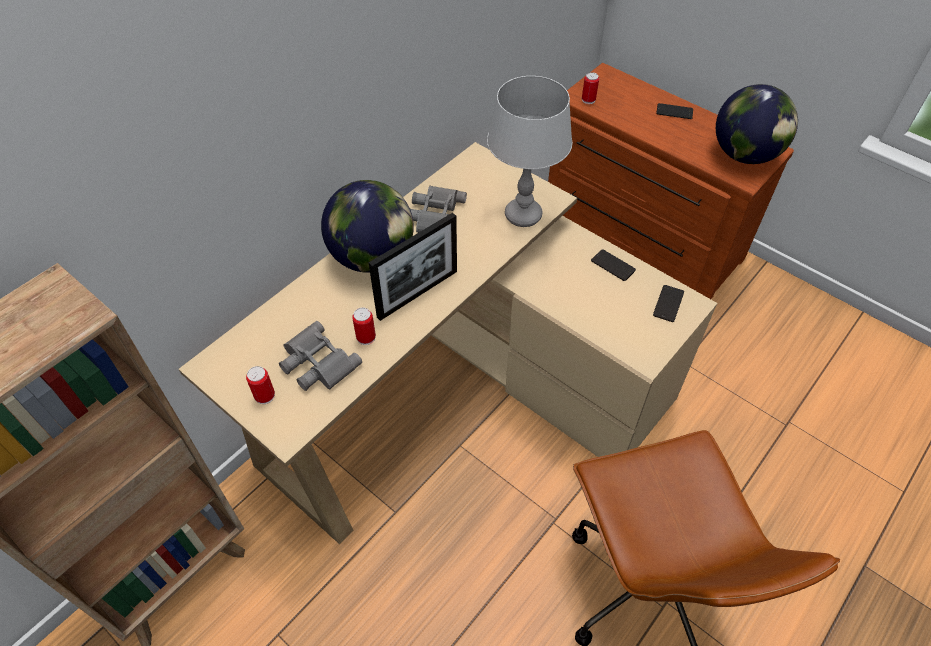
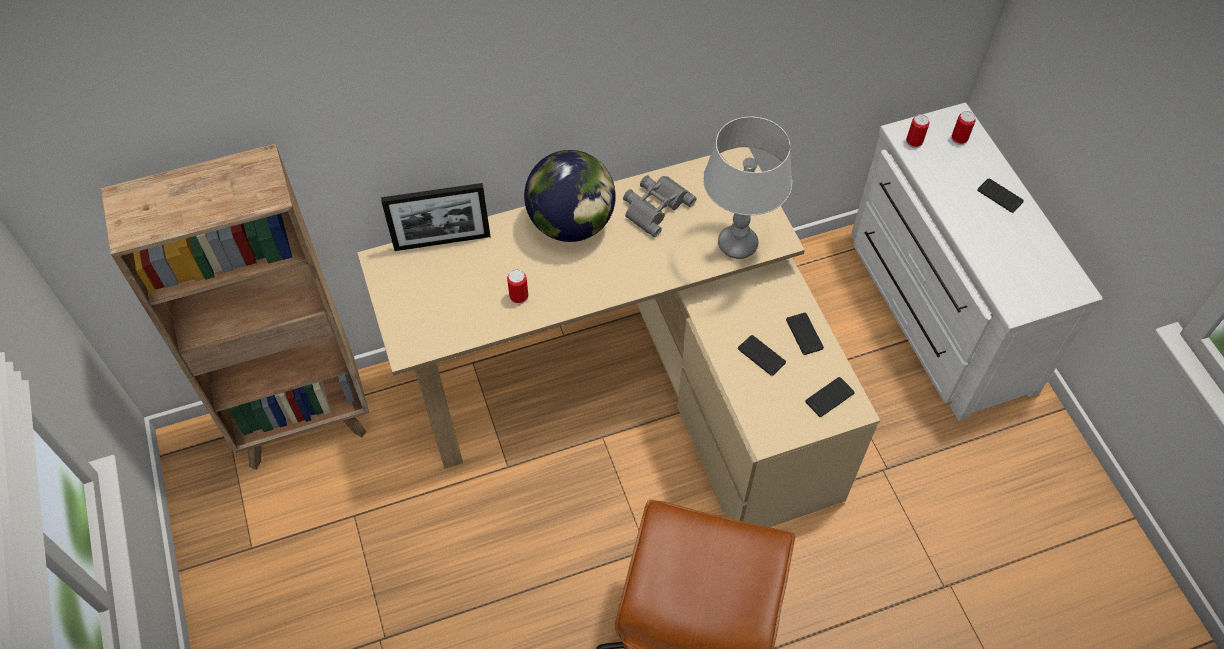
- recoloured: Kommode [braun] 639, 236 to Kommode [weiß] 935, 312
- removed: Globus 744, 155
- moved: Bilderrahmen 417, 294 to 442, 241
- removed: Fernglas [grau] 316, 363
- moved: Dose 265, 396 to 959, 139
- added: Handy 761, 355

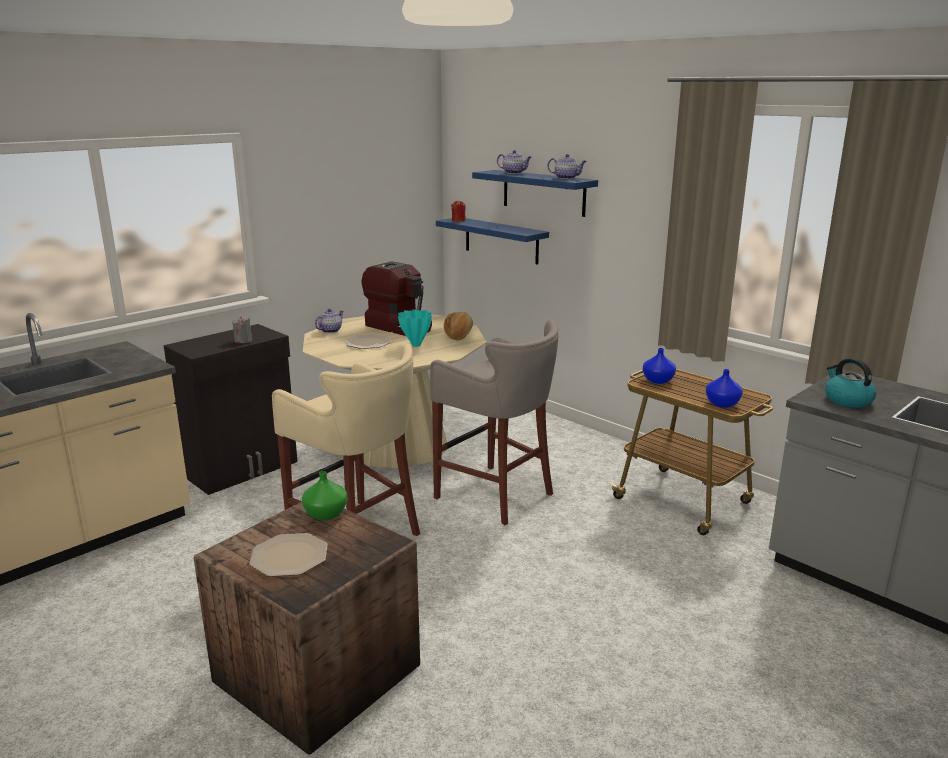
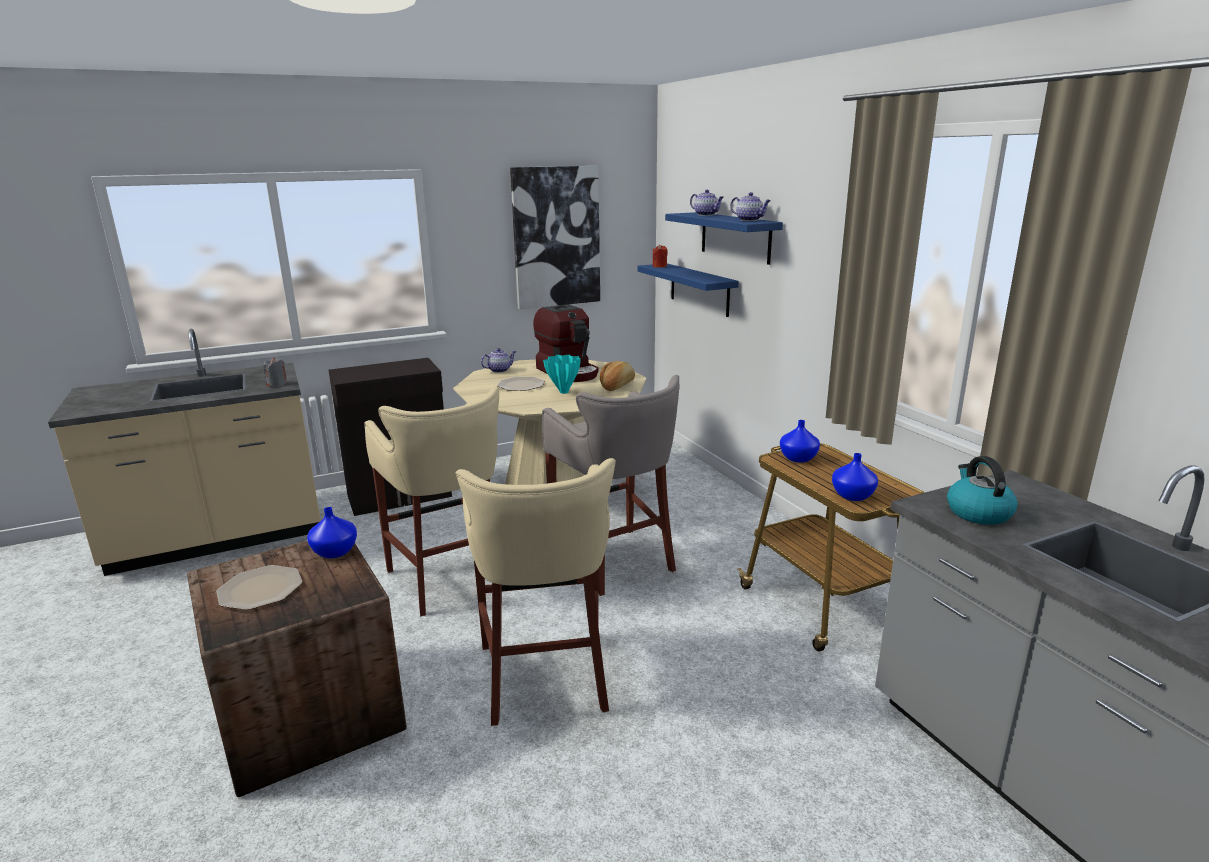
- moved: Kerze [grau] 243, 341 to 277, 384
- recoloured: Vase [grün] 325, 513 to Vase [blau] 335, 551
- added: Bild 556, 237
- added: Hocker [beige] 545, 678

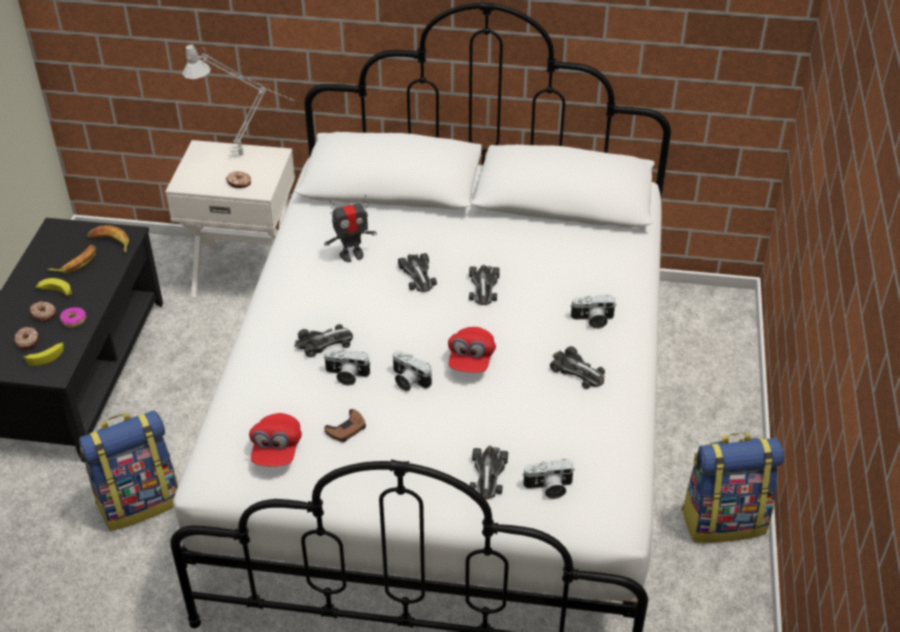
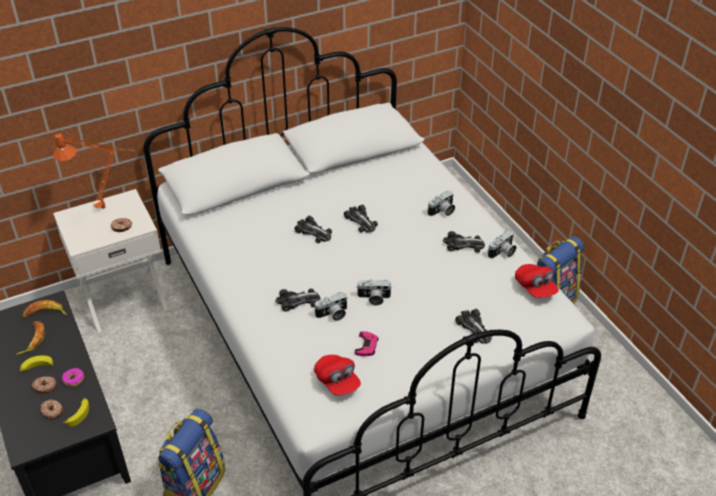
- recoloured: Tischlampe [grau] 248, 155 to Tischlampe [orange] 108, 206
- removed: Spielzeugroboter 352, 255
- turned: Spielzeugauto 324, 343 = 298, 301 45 degrees clockwise
- moved: Kappe [rot] 471, 360 to 535, 288
- recoloured: Gamepad [braun] 346, 429 to Gamepad [rosa] 366, 346
- moved: Kamera 548, 488 to 502, 252

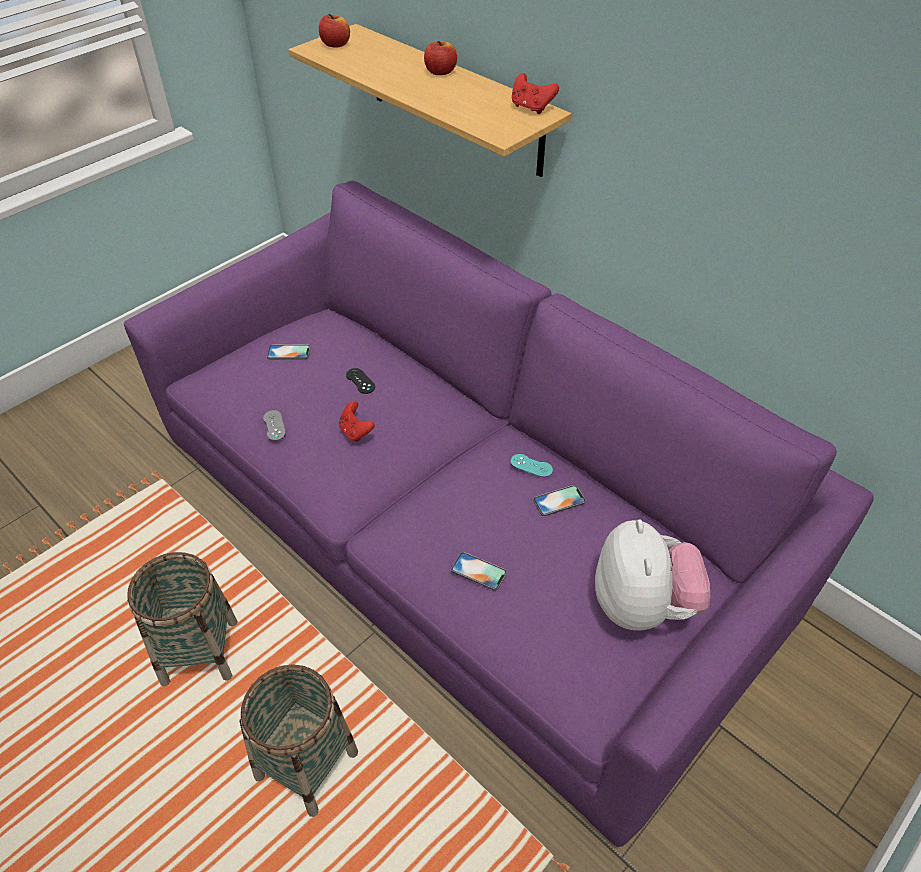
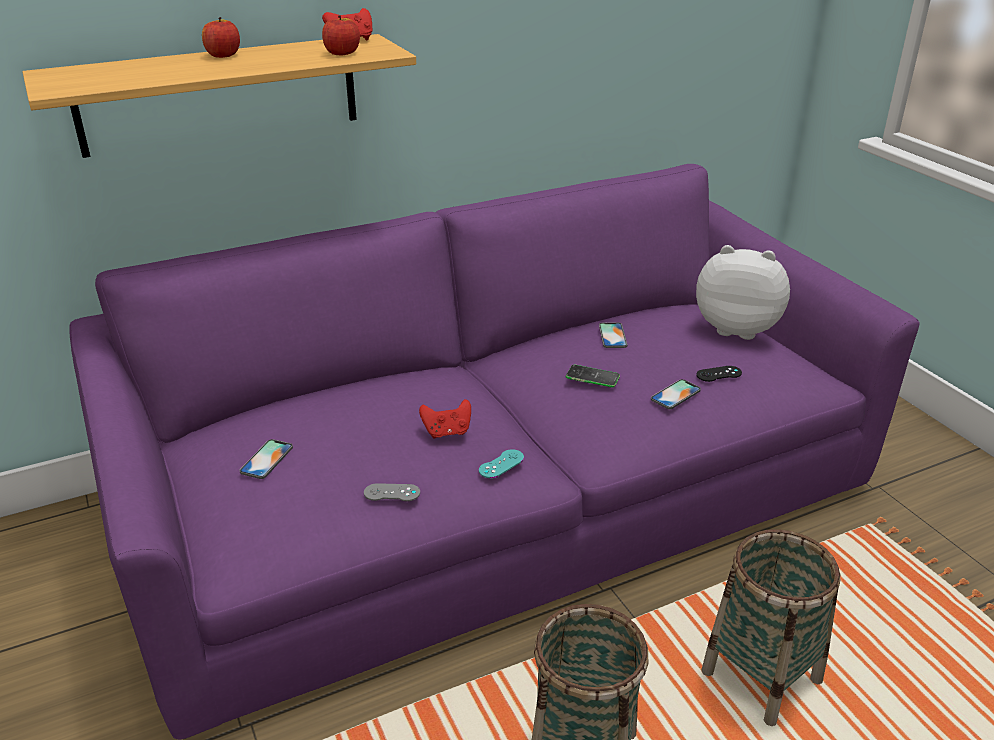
- moved: Apfel 336, 44 to 342, 53
- moved: Gamepad [schwarz] 360, 381 to 719, 374
- moved: Gamepad [türkis] 531, 466 to 501, 464
- added: Handy 592, 377

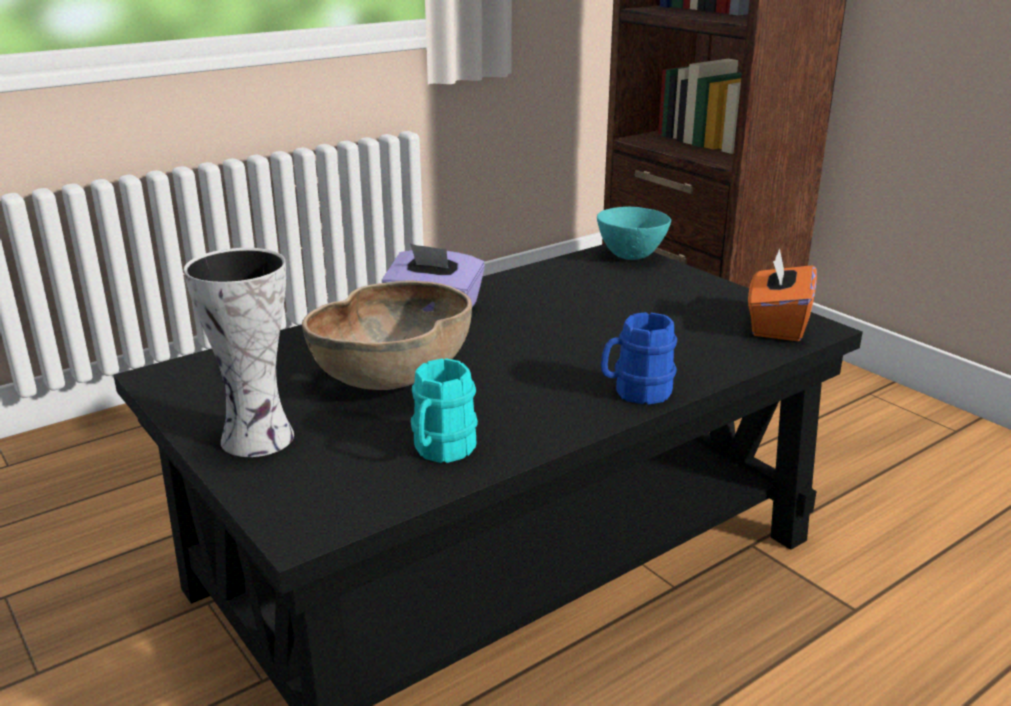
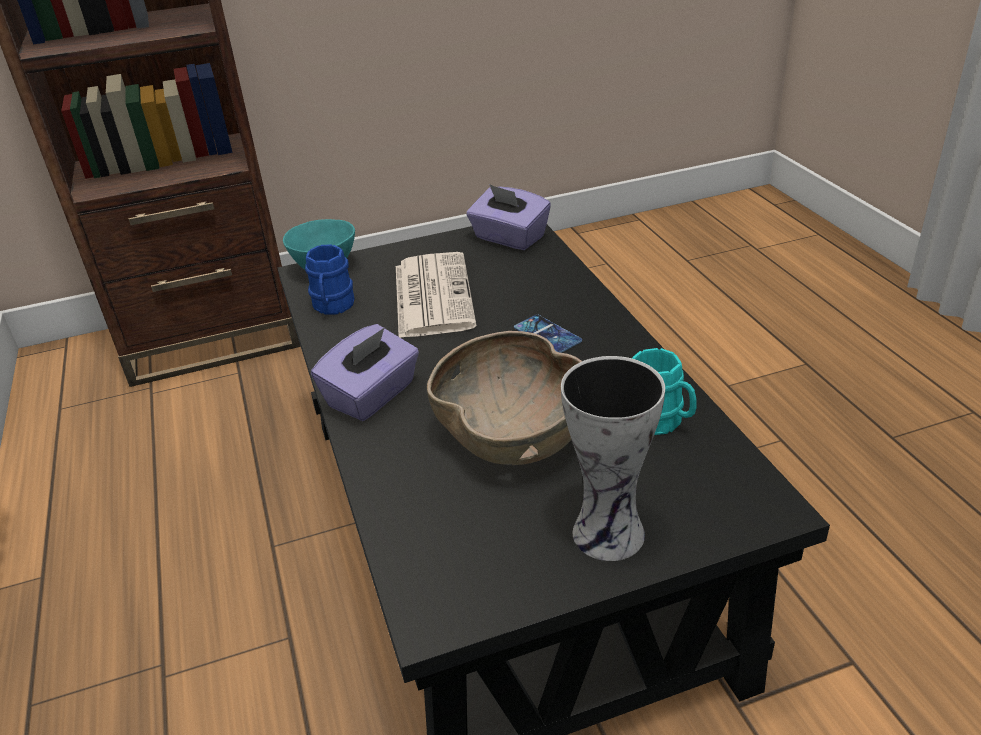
- recoloured: Taschentuchbox [orange] 777, 325 to Taschentuchbox [lila] 509, 238
- moved: Henkelbecher [blau] 635, 392 to 332, 307
- added: Zeitung 432, 295
- added: Handy 547, 334

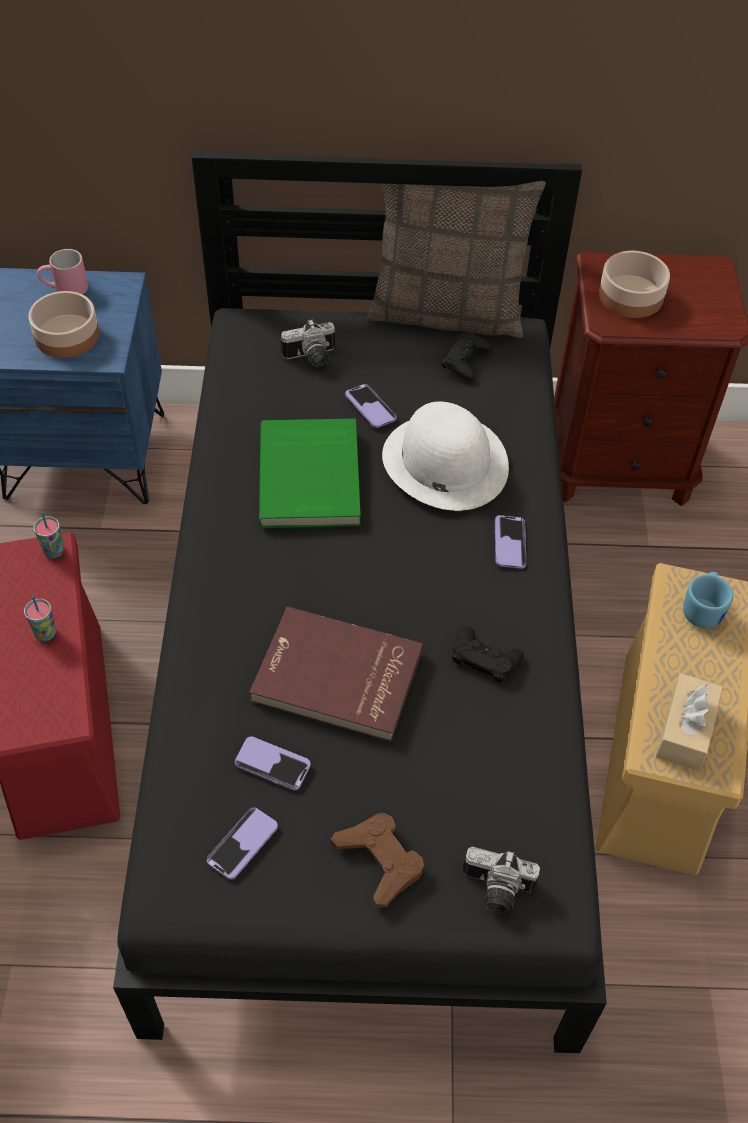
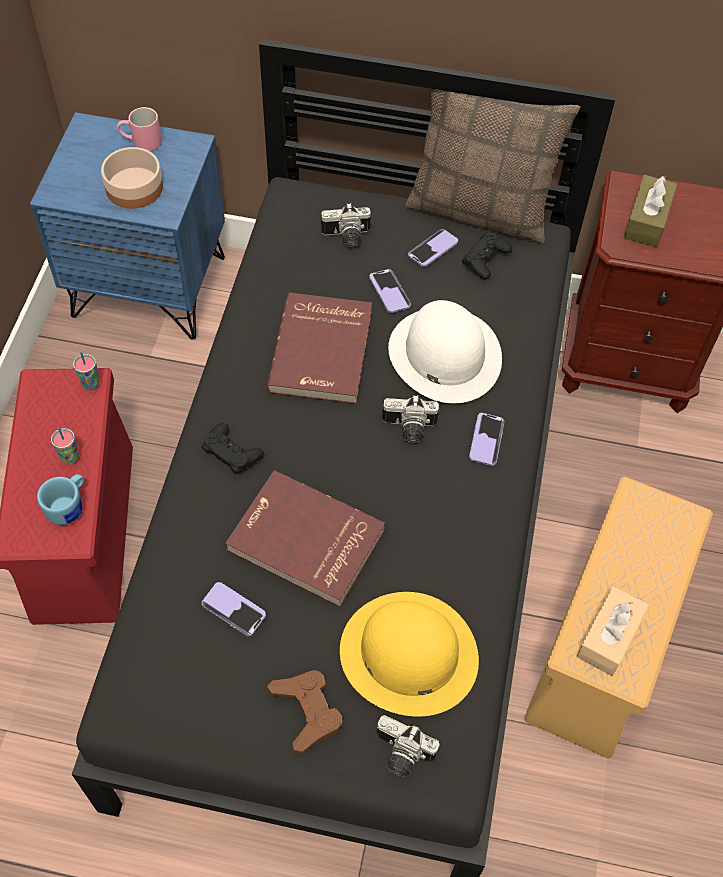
- replaced: Schüssel 630, 295 to Taschentuchbox [braun] 647, 220
- recoloured: Buch [grün] 312, 477 to Buch [rot] 323, 351
- moved: Henkelbecher [blau] 703, 609 to 69, 507
- moved: Gamepad [schwarz] 485, 658 to 232, 452
- moved: Handy 242, 844 to 433, 249
- added: Kamera 409, 429
- added: Hut [gelb] 408, 654

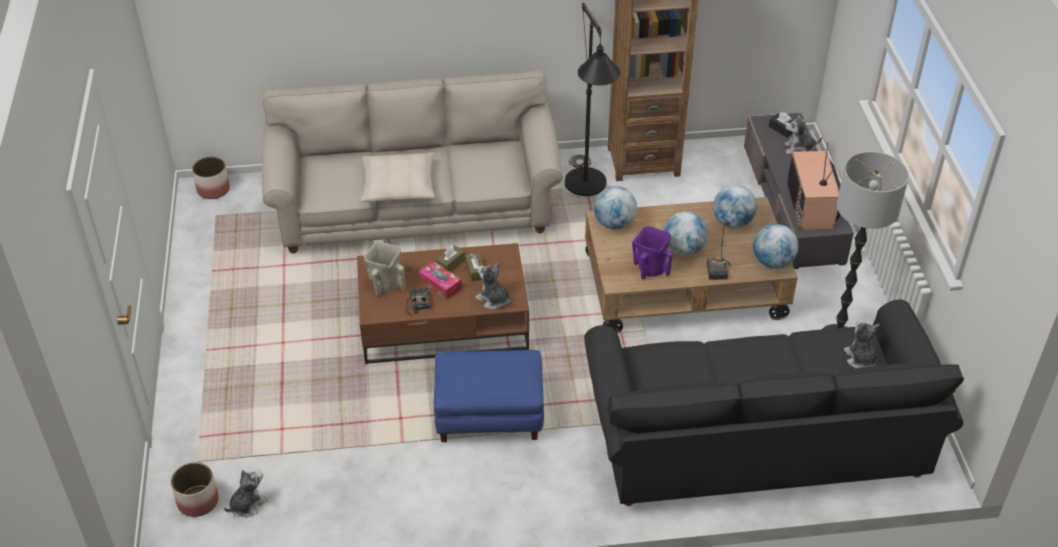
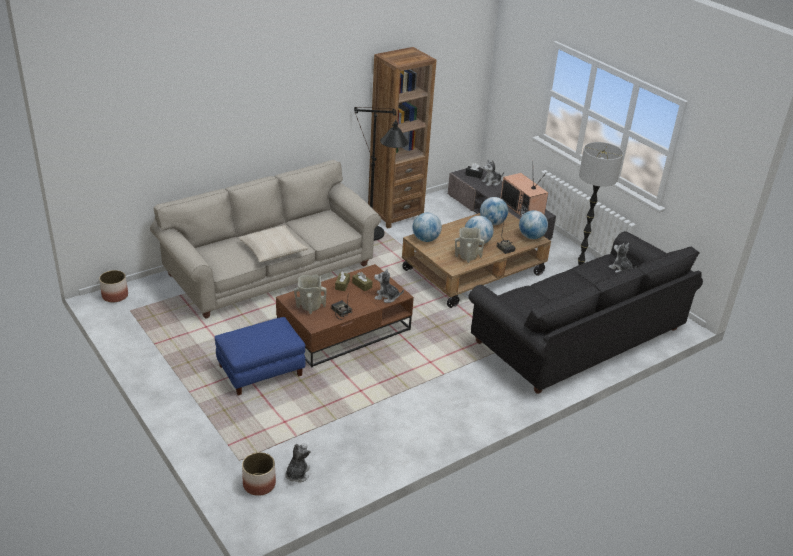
- recoloured: Vase [lila] 650, 269 to Vase [beige] 467, 257
- removed: Taschentuchbox 440, 285
- moved: Polsterhocker [blau] 488, 414 to 260, 371

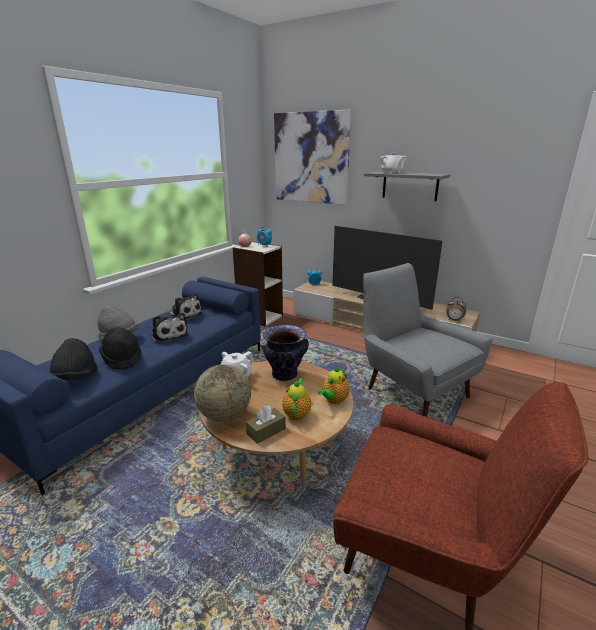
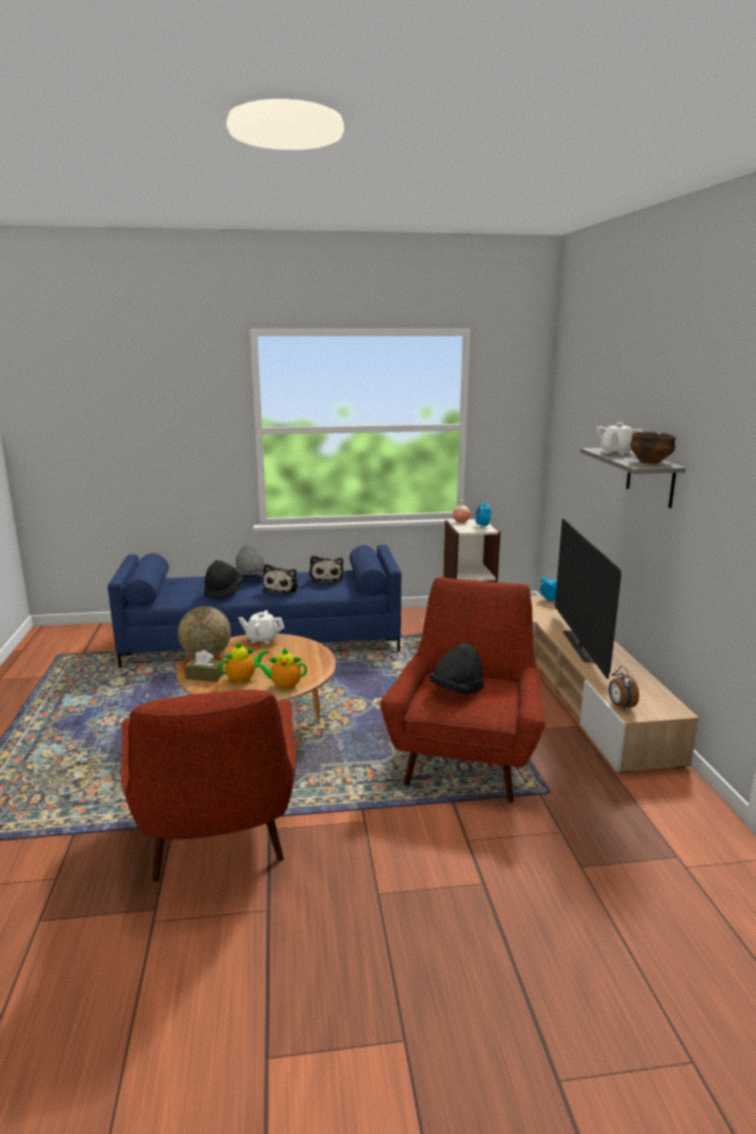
- removed: Bild 311, 158
- recoloured: Sessel [grau] 412, 389 to Sessel [rot] 466, 758
- removed: Vase 285, 375
- moved: Hut [schwarz] 75, 378 to 457, 690
- added: Schüssel 650, 462

